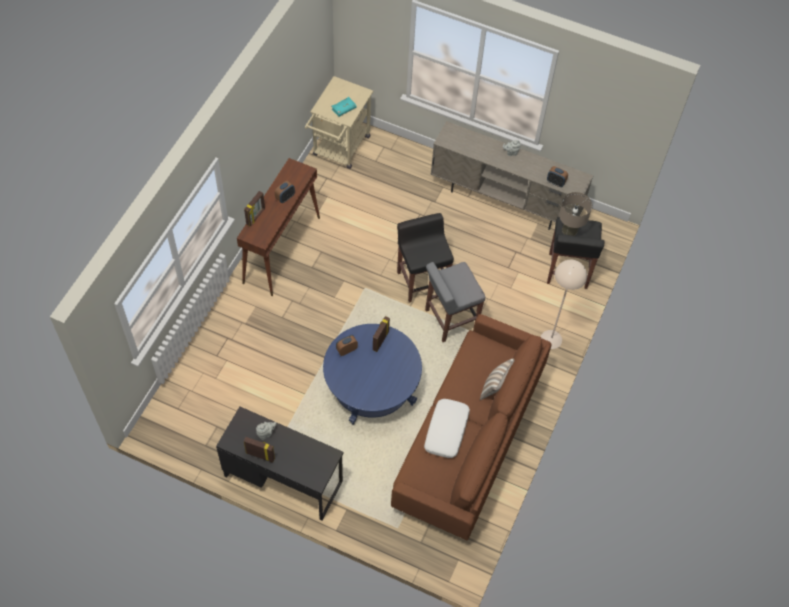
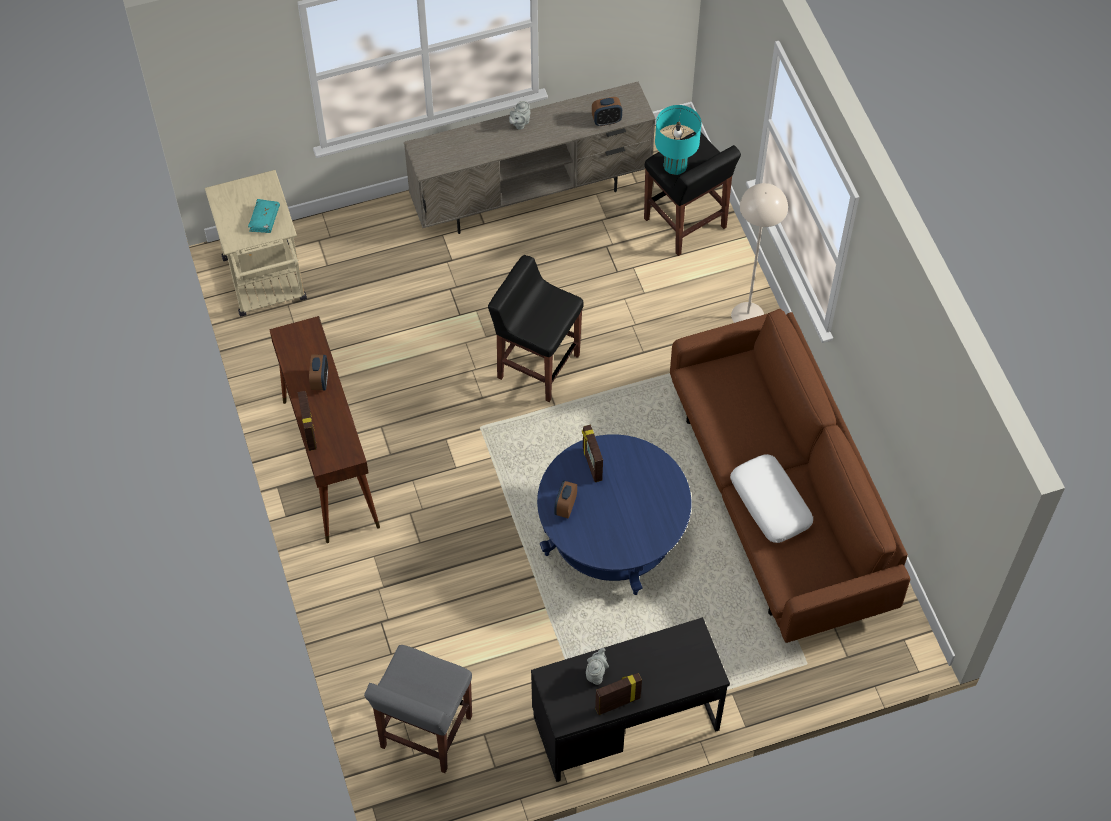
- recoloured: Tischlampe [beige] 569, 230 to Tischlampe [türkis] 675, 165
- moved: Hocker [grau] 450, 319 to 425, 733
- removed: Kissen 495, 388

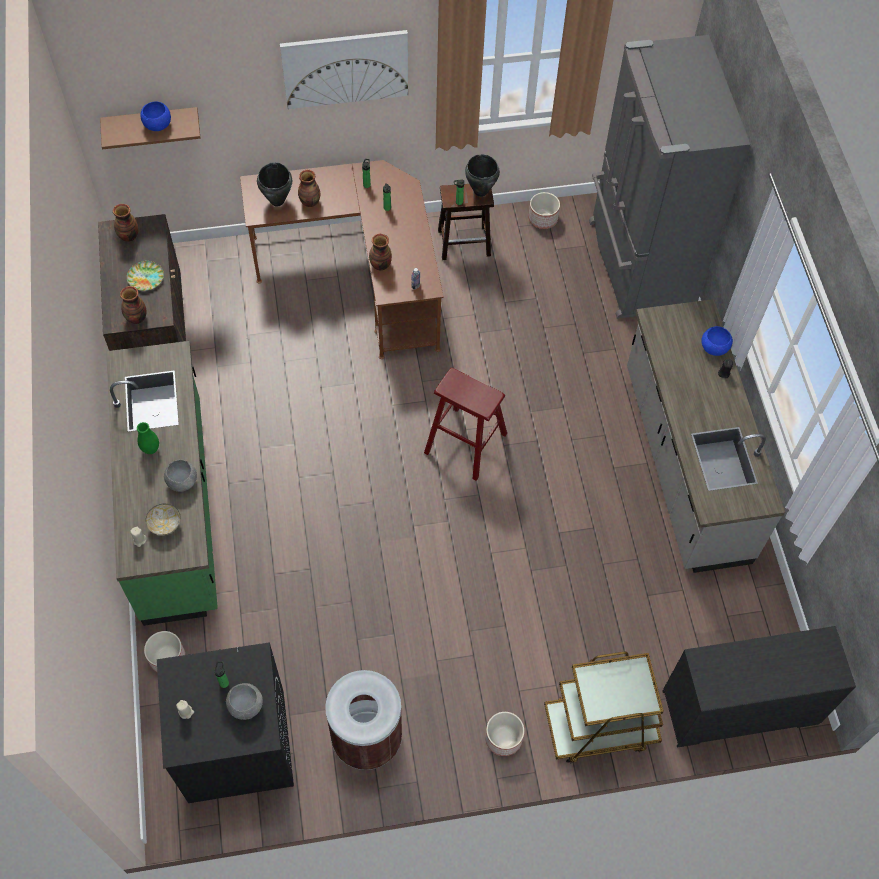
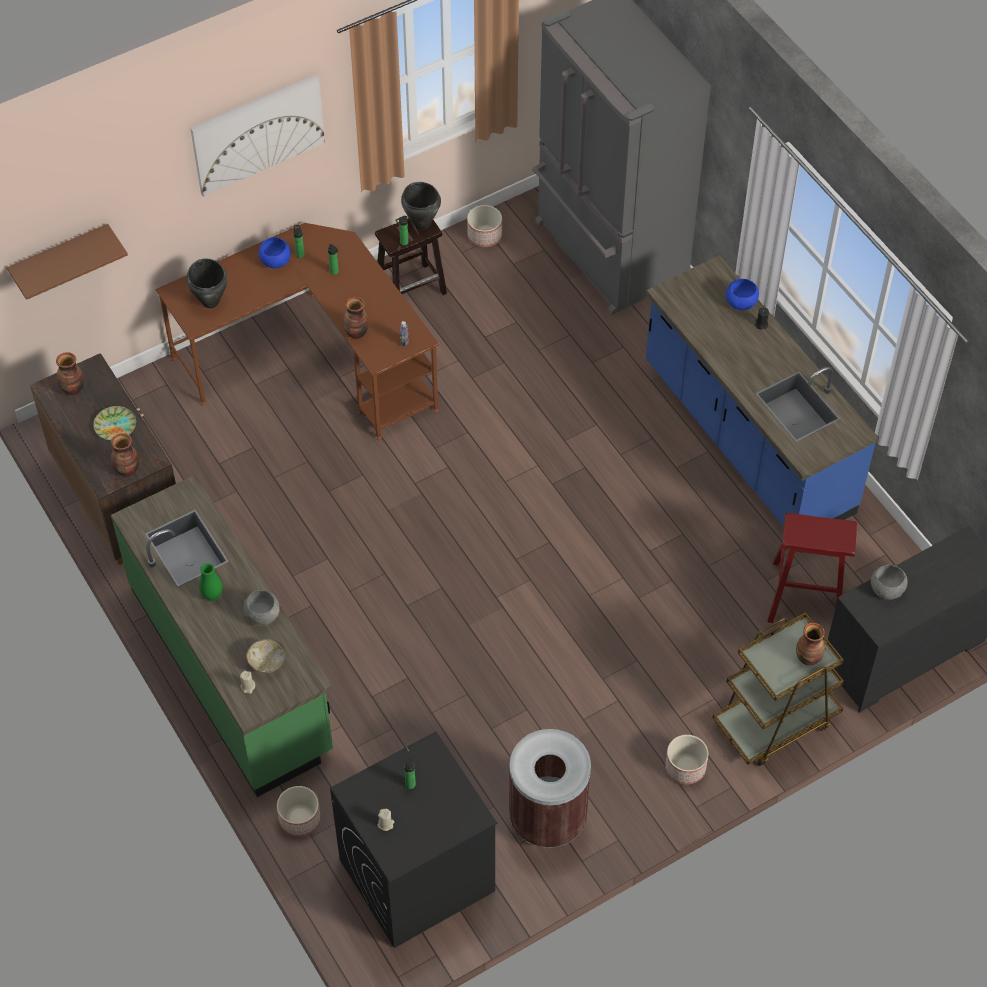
- moved: Schüssel [blau] 158, 124 to 275, 261
- moved: Vase 310, 202 to 809, 657
- recoloured: Küchenzeile [grau] 684, 465 to Küchenzeile [blau] 746, 440
- moved: Hocker [rot] 466, 443 to 806, 595
- moved: Schüssel [grau] 246, 706 to 887, 589

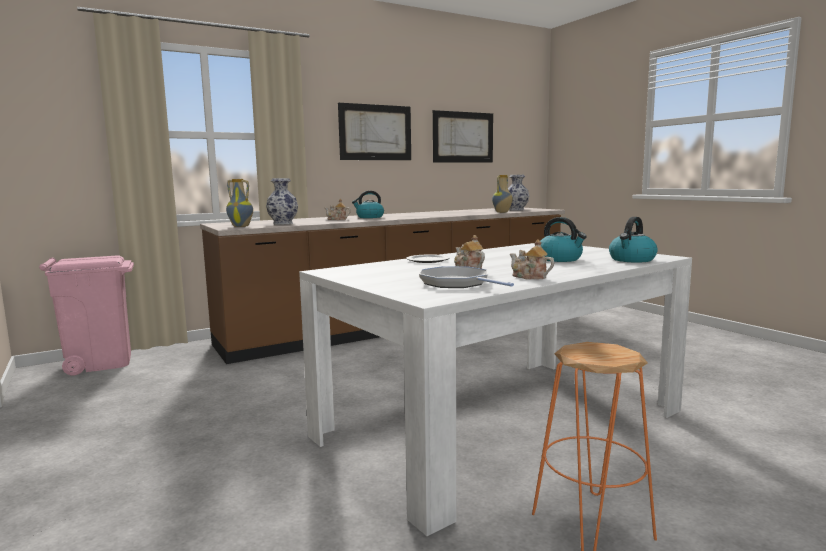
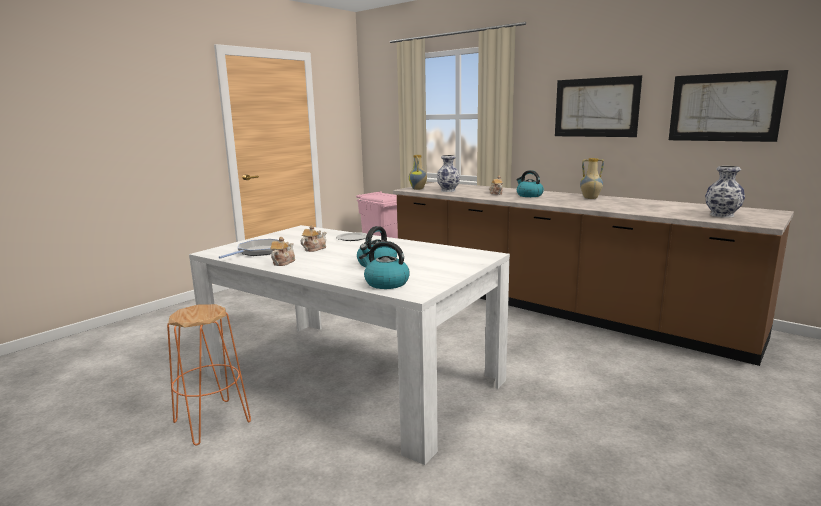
- moved: Vase 502, 212 to 590, 198

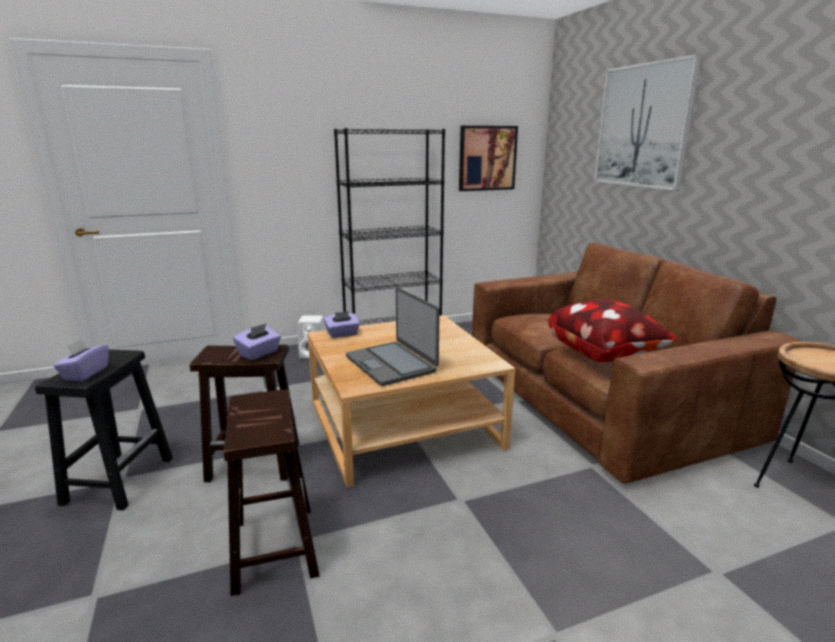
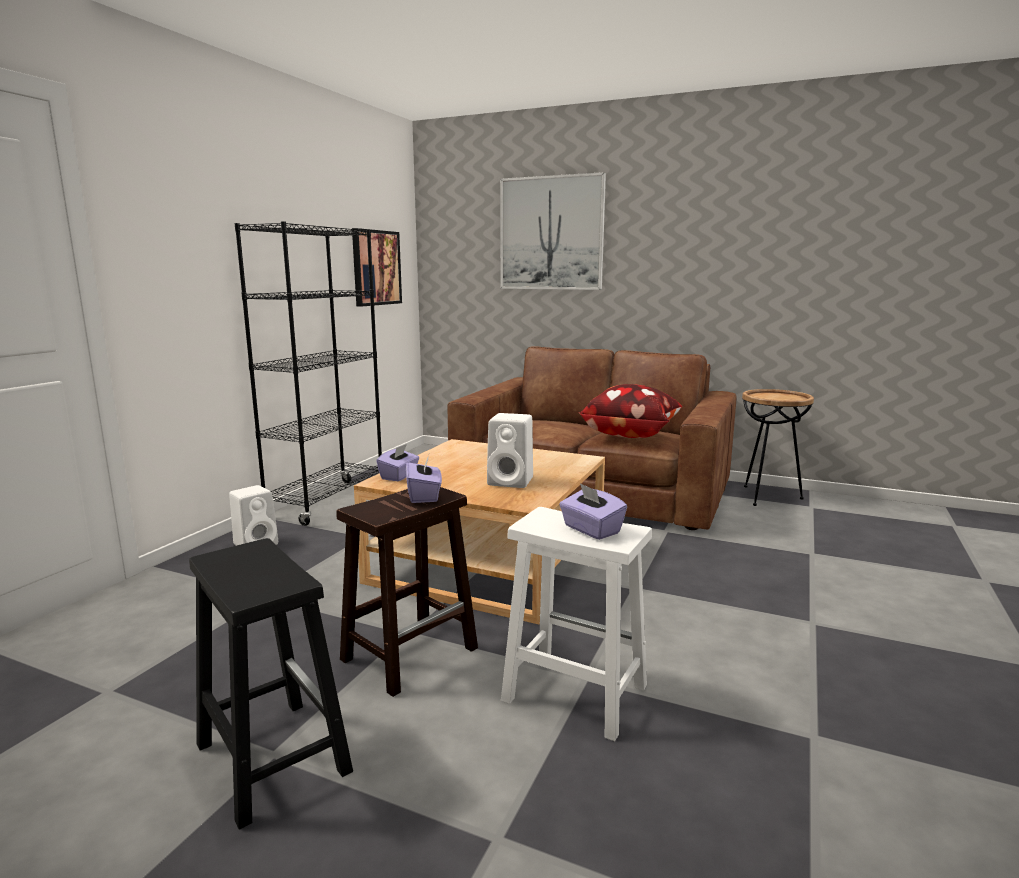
- replaced: Laptop 391, 364 to Lautsprecher [weiß] 512, 481
- moved: Taschentuchbox [lila] 85, 373 to 591, 530
- recoloured: Hocker [braun] 274, 546 to Hocker [weiß] 572, 693

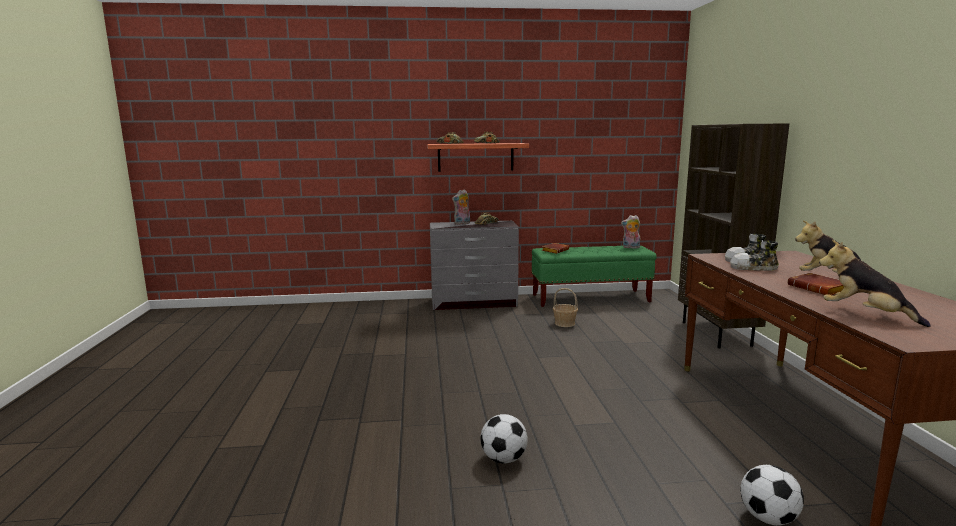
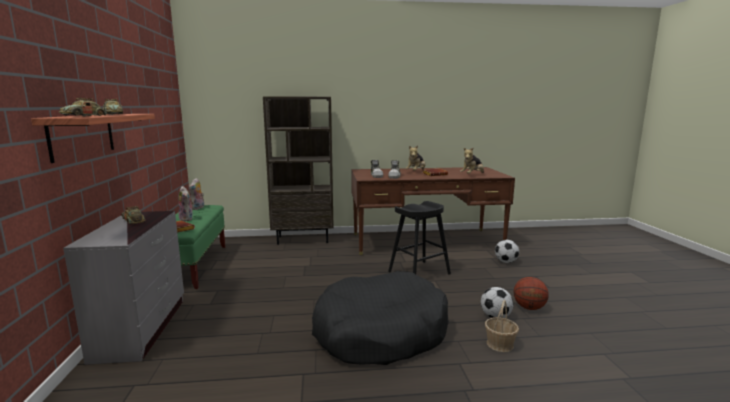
- moved: Plüschtier 462, 223 to 187, 219
- moved: Korb 565, 323 to 500, 344
- added: Hocker [schwarz] 419, 273
- added: Hundebett [schwarz] 380, 332
- added: Basketball 529, 308

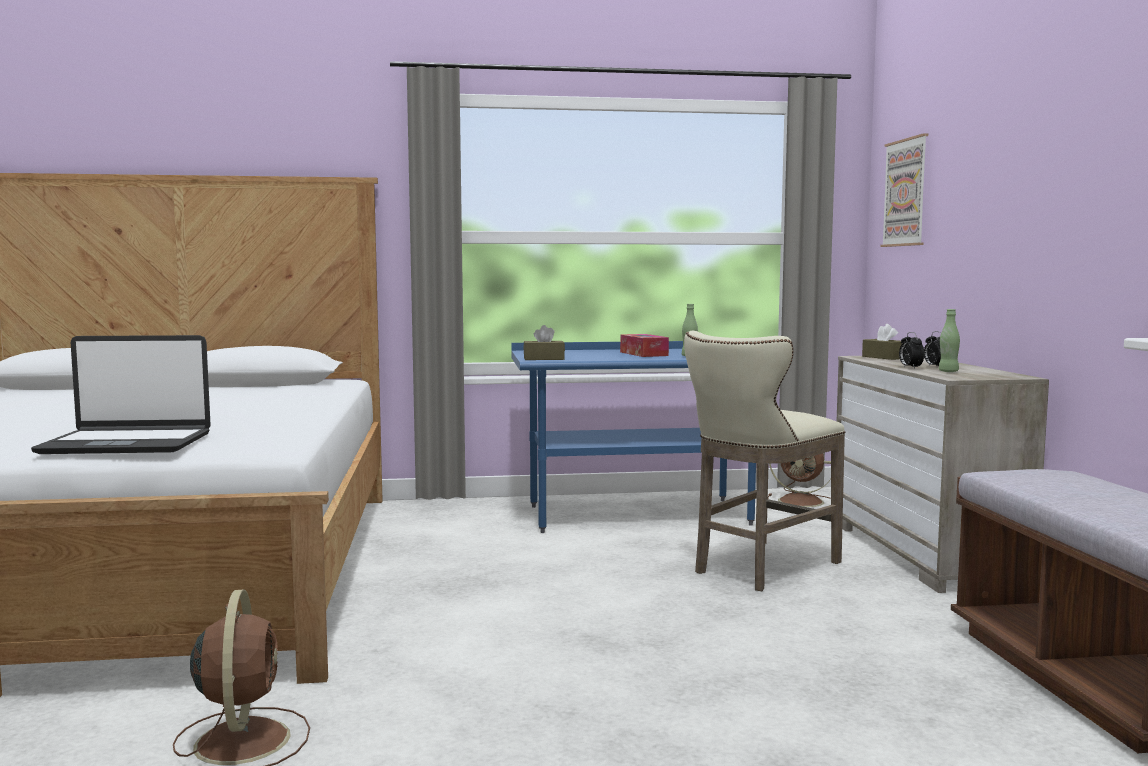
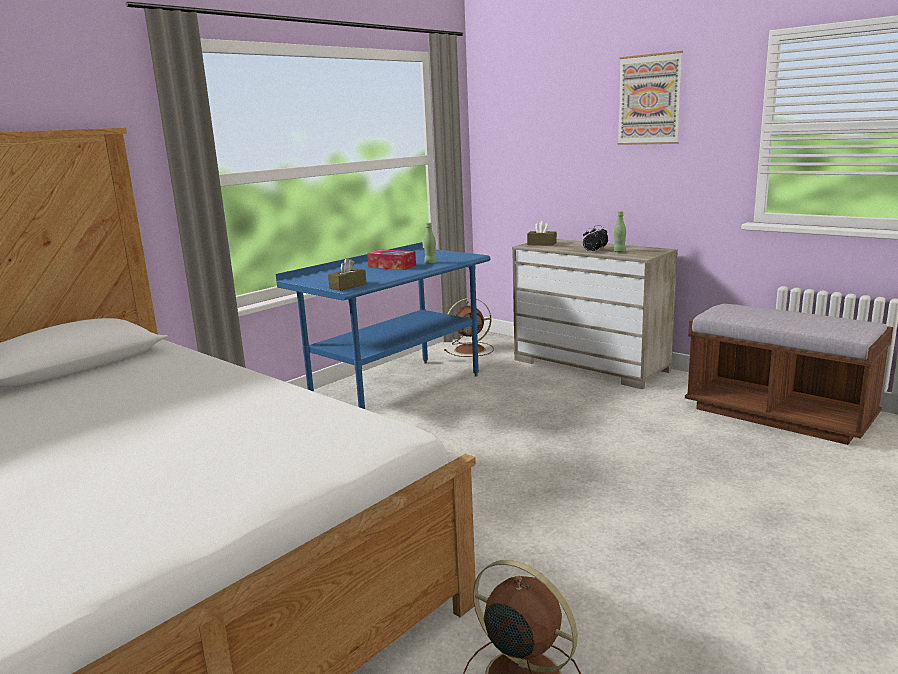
- moved: Bild 905, 193 to 649, 100
- removed: Hocker [beige] 759, 568
- removed: Laptop 127, 443

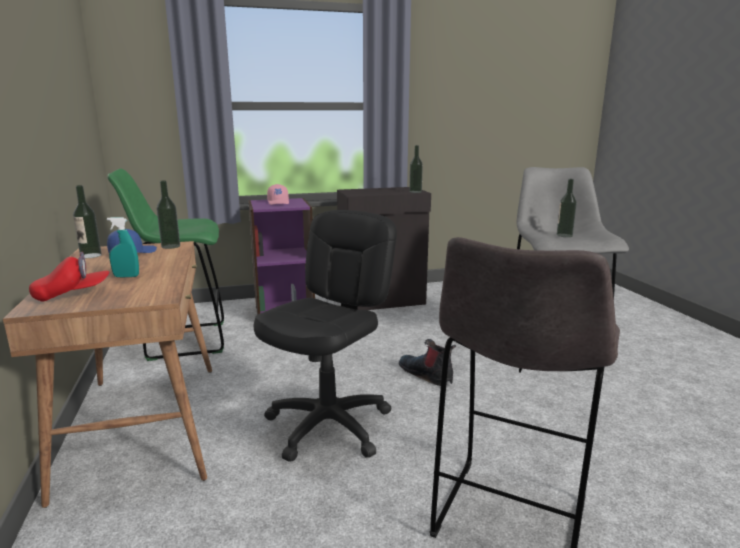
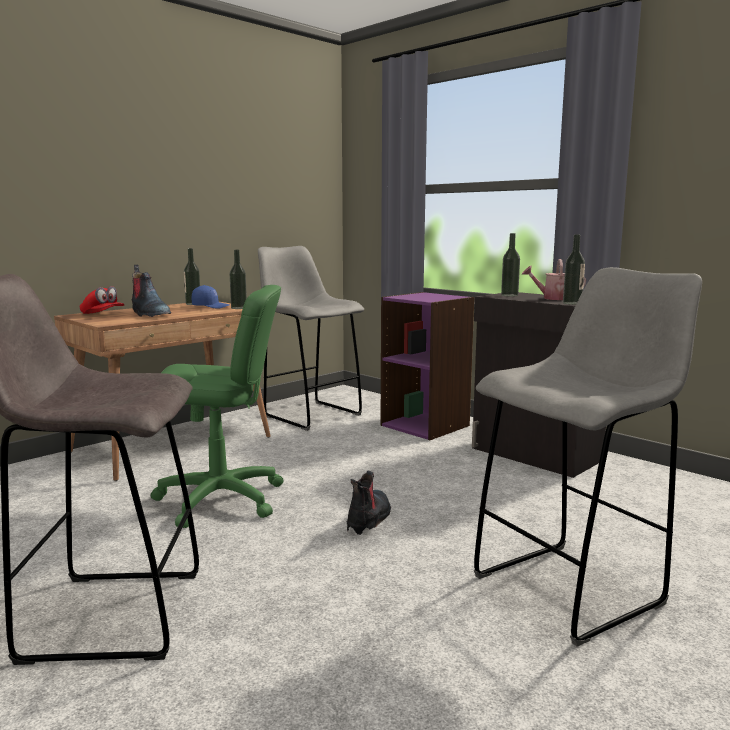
- recoloured: Hocker [grün] 184, 341 to Hocker [grau] 310, 415
- moved: Flasche 564, 235 to 509, 295
- removed: Kappe [rosa] 279, 202
- recoloured: Bürostuhl [schwarz] 329, 425 to Bürostuhl [grün] 220, 499
- replaced: Sprühflasche [türkis] 126, 276 to Stiefel 149, 314
- added: Gießkanne 552, 298

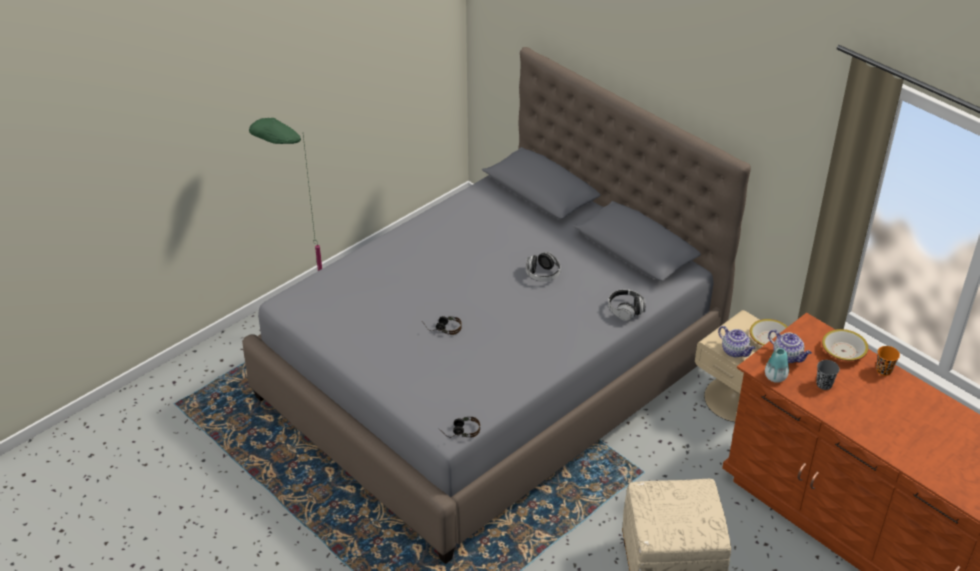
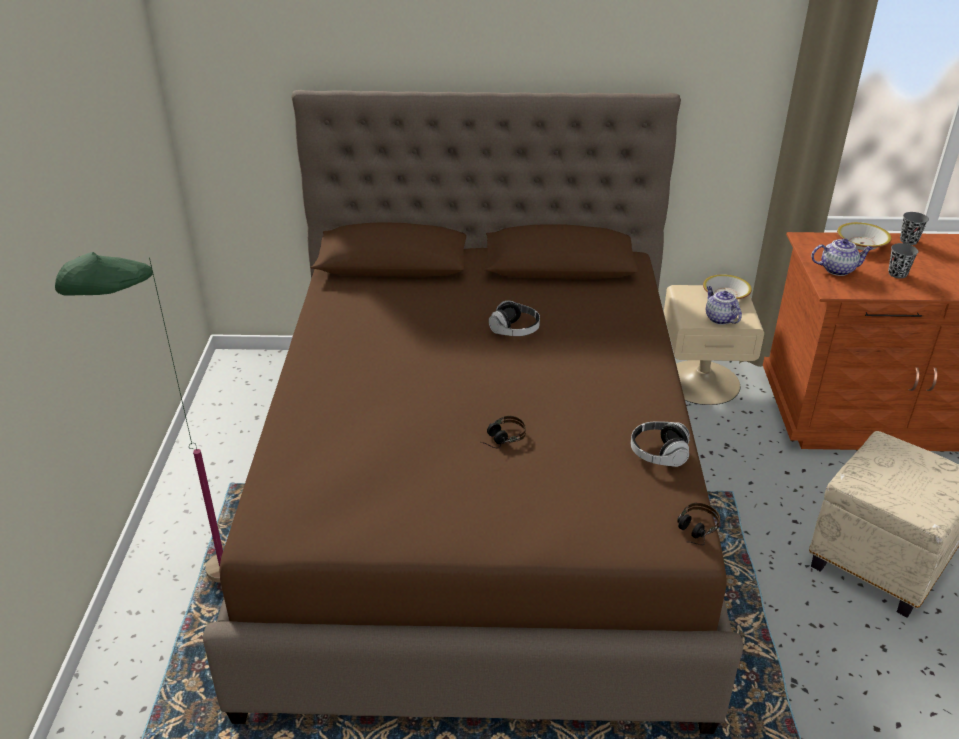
- recoloured: Bett [grau] 491, 378 to Bett [braun] 480, 504
- moved: Kopfhörer 625, 310 to 658, 454
- turned: Teekanne 735, 351 = 719, 318 120 degrees counterclockwise
- recoloured: Tasse [orange] 883, 370 to Tasse [grau] 908, 241
- removed: Vase 775, 377

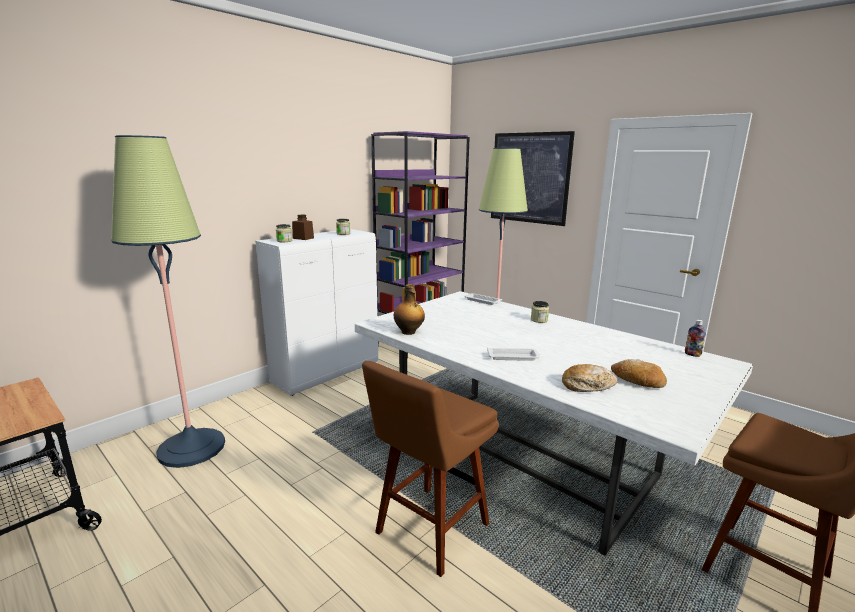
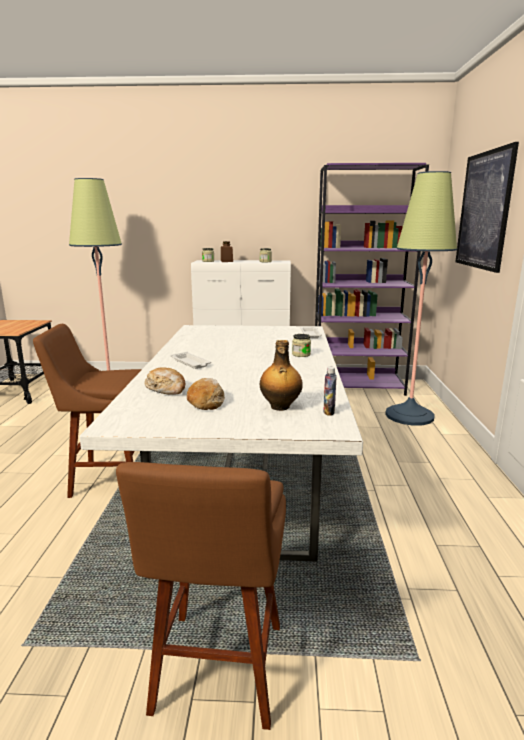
- moved: Flasche 409, 332 to 280, 407

